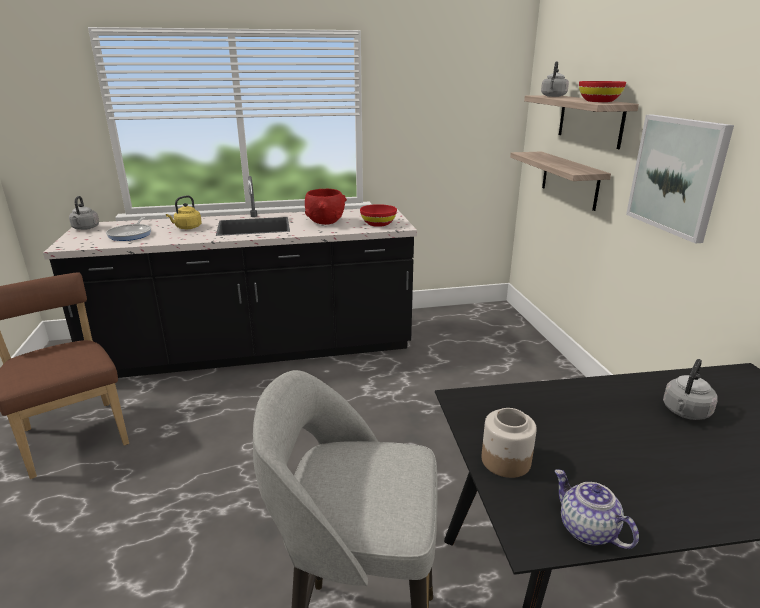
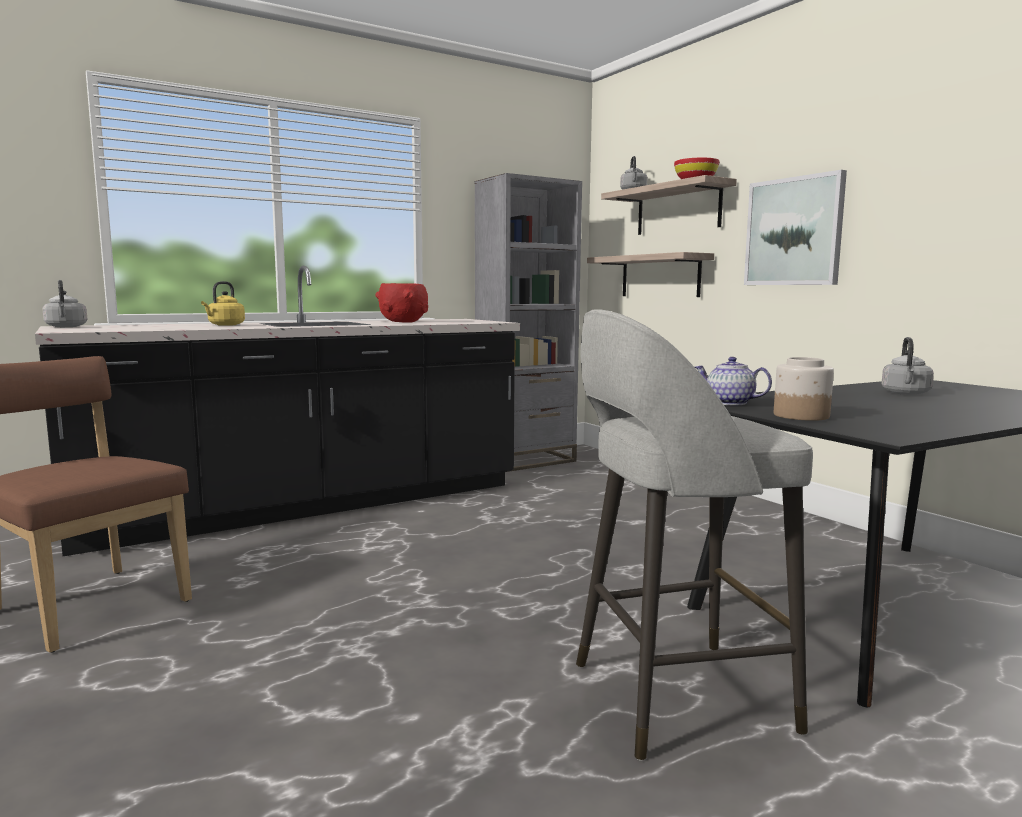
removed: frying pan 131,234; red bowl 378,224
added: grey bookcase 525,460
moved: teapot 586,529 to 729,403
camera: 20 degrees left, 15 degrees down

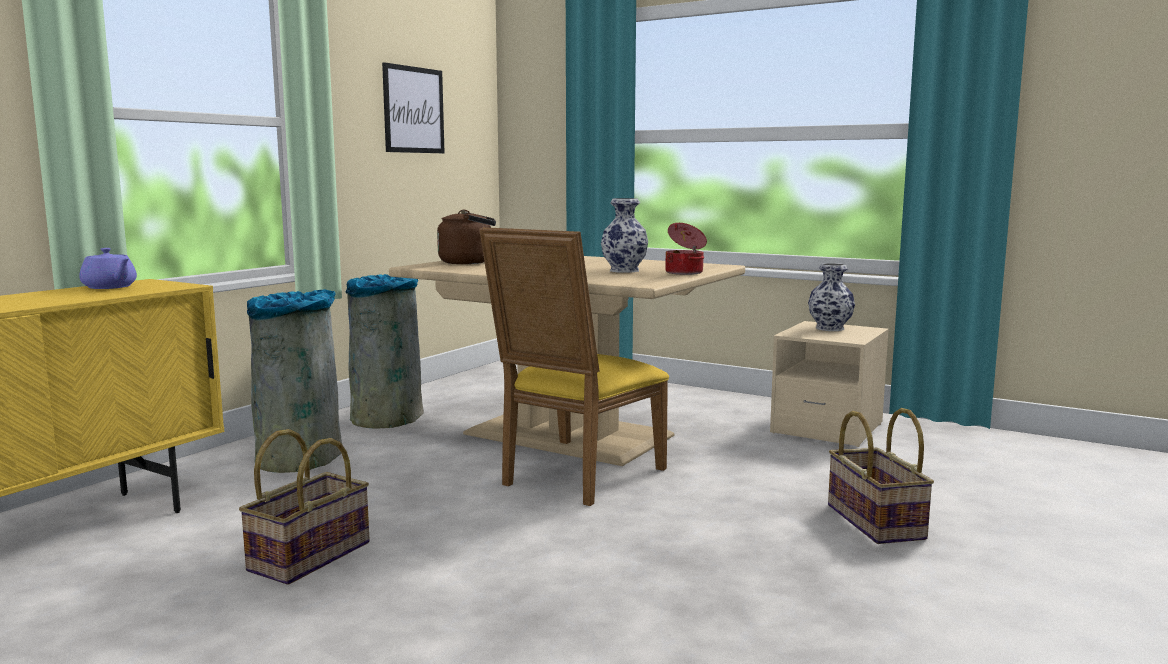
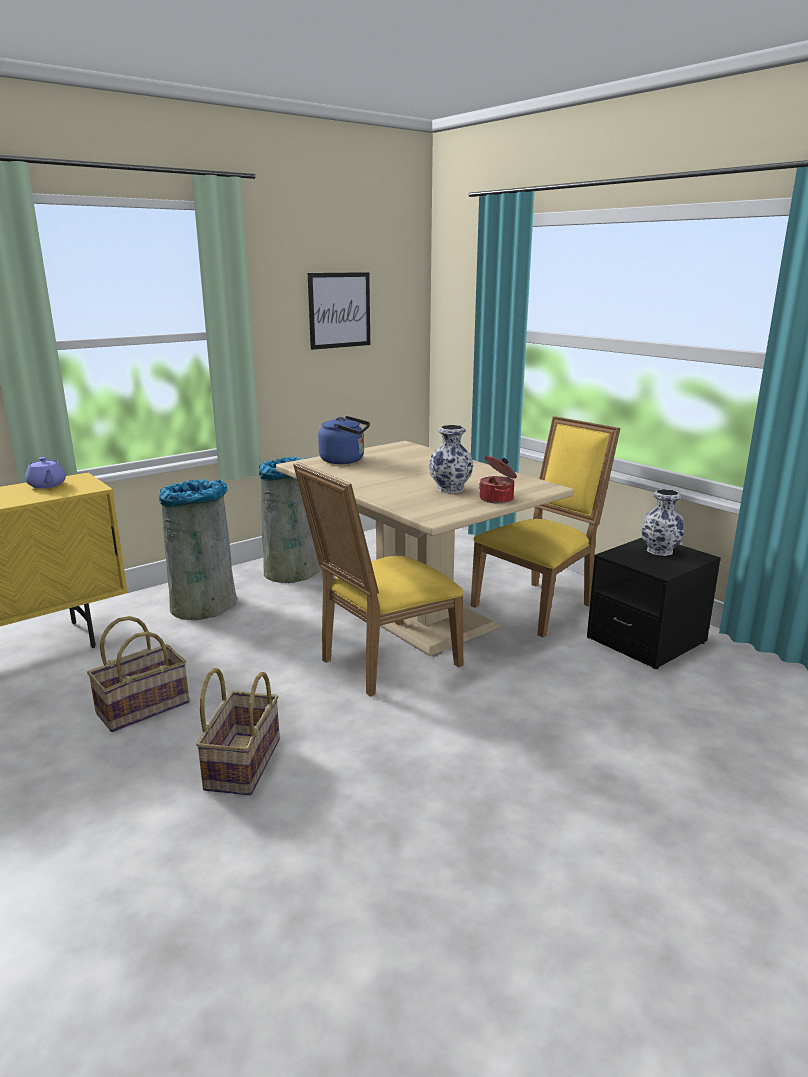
added: yellow chair 539,605
moved: basket 873,522 to 242,763
recoloured: brown kettle 469,262 to blue kettle 345,460; beige nightstand 827,428 to black nightstand 646,640
camera: 20 degrees right, 10 degrees up

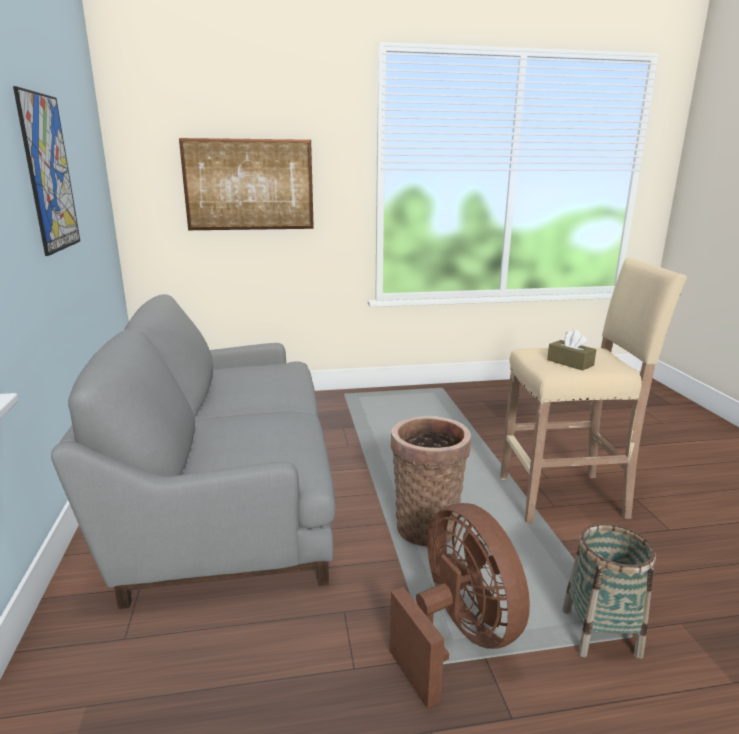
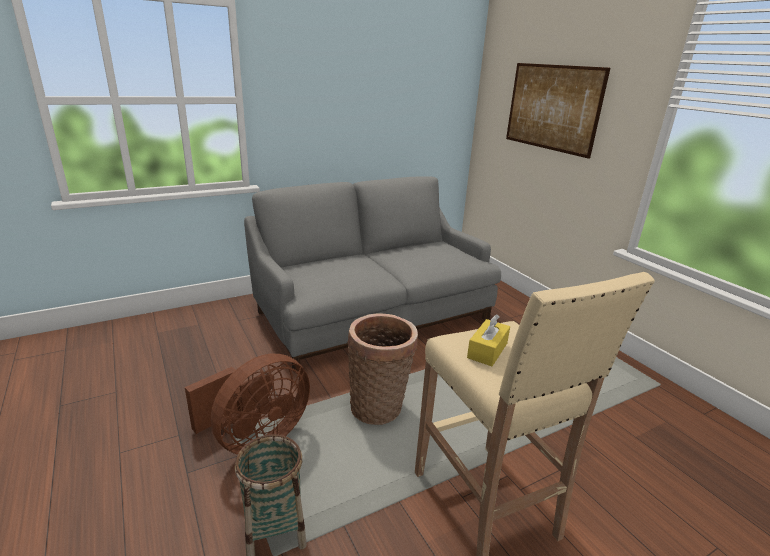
removed: picture 49,173
recoloured: brown tissue box 570,363 to yellow tissue box 487,350
camera: 70 degrees right, 5 degrees up

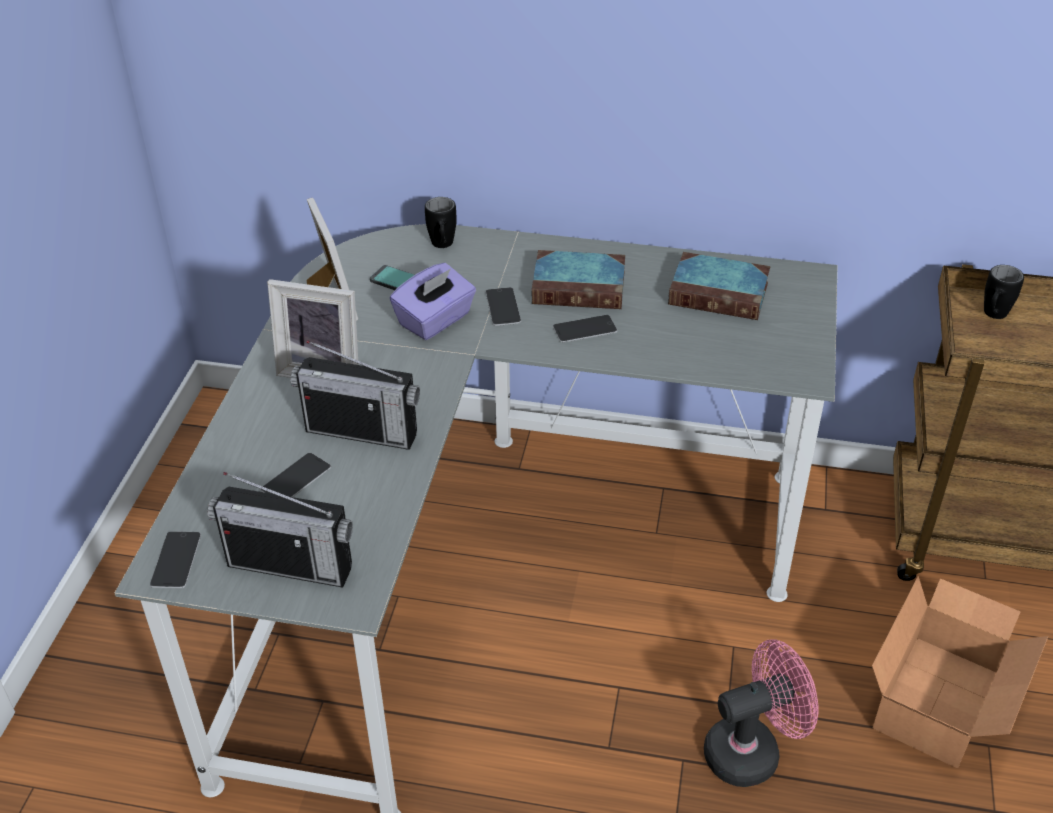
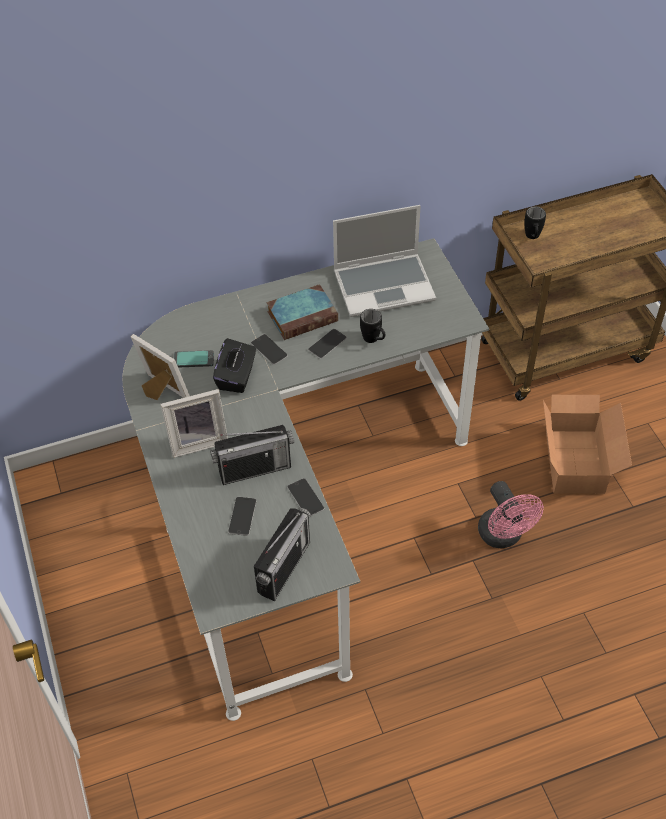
moved: phone 176,560 to 305,498; black mug 442,246 to 374,340
replaced: book 721,293 to laptop 385,285
recoloured: purple tissue box 435,320 to black tissue box 237,376
turned: radio 290,565 = 284,567 45 degrees counterclockwise; pink fan 752,750 = 503,536 120 degrees clockwise
camera: 30 degrees left, 10 degrees up

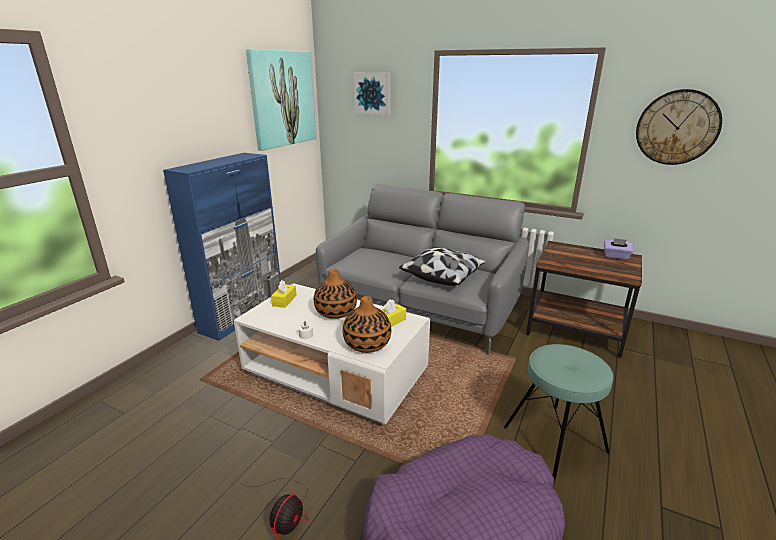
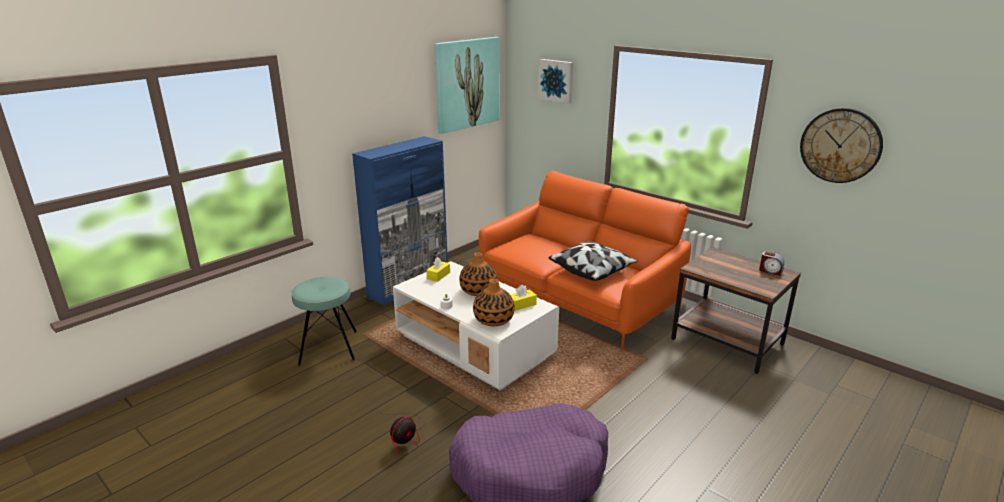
moved: turquoise stool 554,440 to 328,348
replaced: purple tissue box 616,256 to alarm clock 770,271
recoloured: grey sofa 420,306 to orange sofa 578,299
camera: 15 degrees right, 0 degrees up

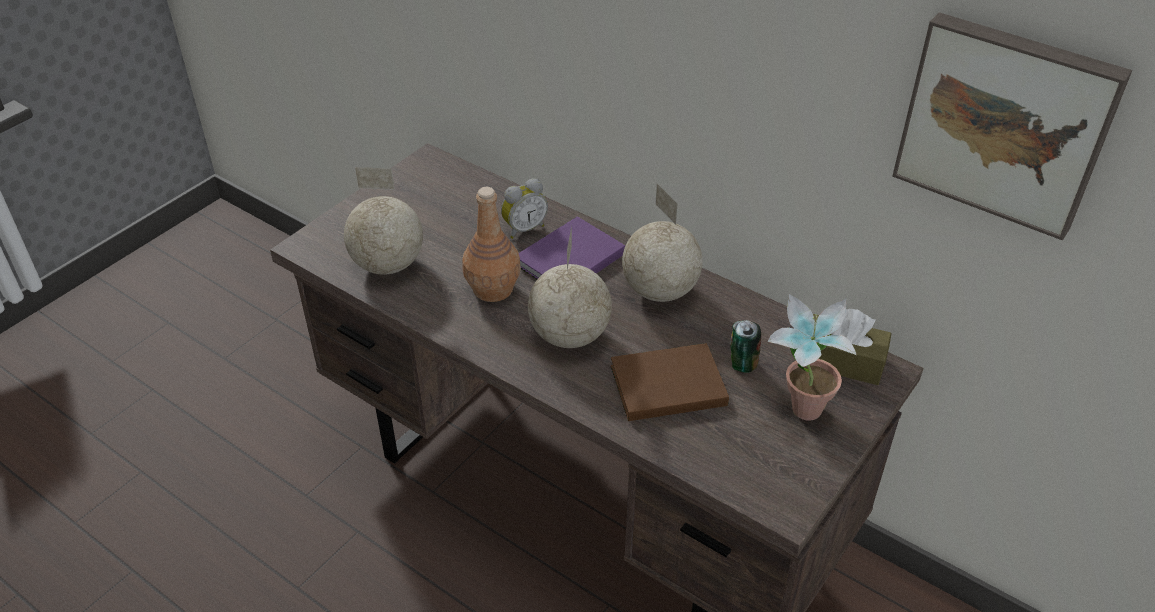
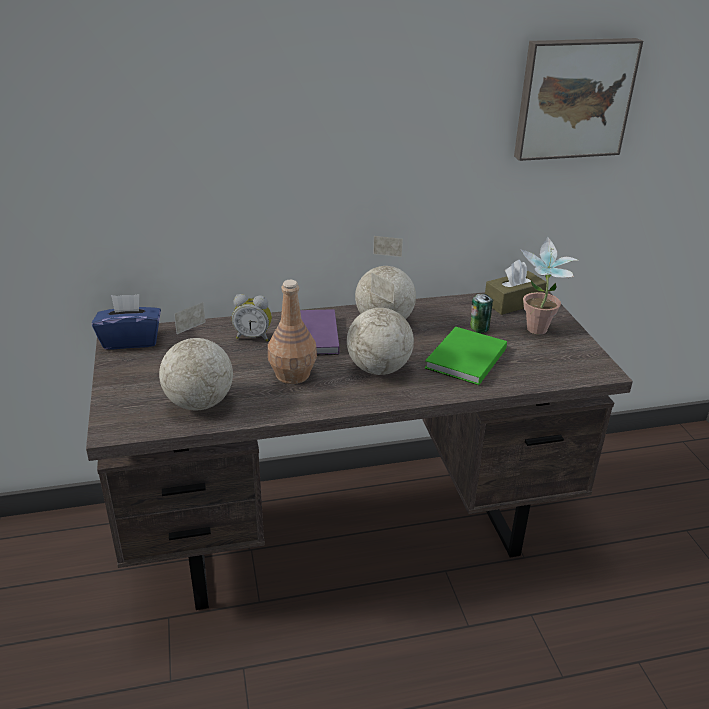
added: blue tissue box 131,340
recoloured: brown book 664,384 to green book 464,359
turned: alarm clock 523,228 = 253,337 90 degrees clockwise
camera: 50 degrees left, 10 degrees down

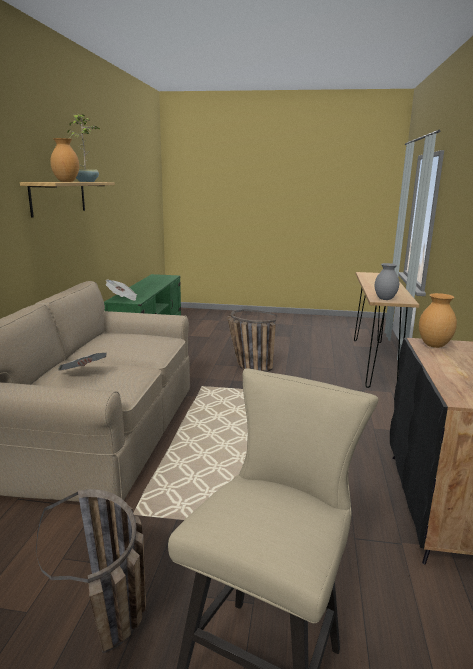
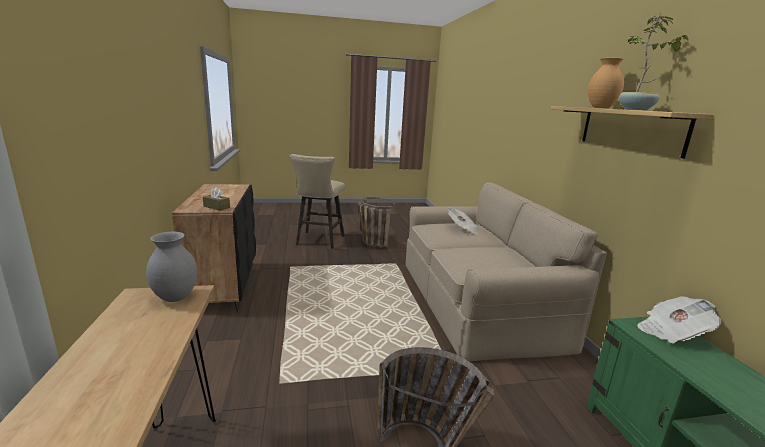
replaced: brown vase 434,345 to brown tissue box 216,207
camera: 160 degrees right, 0 degrees up

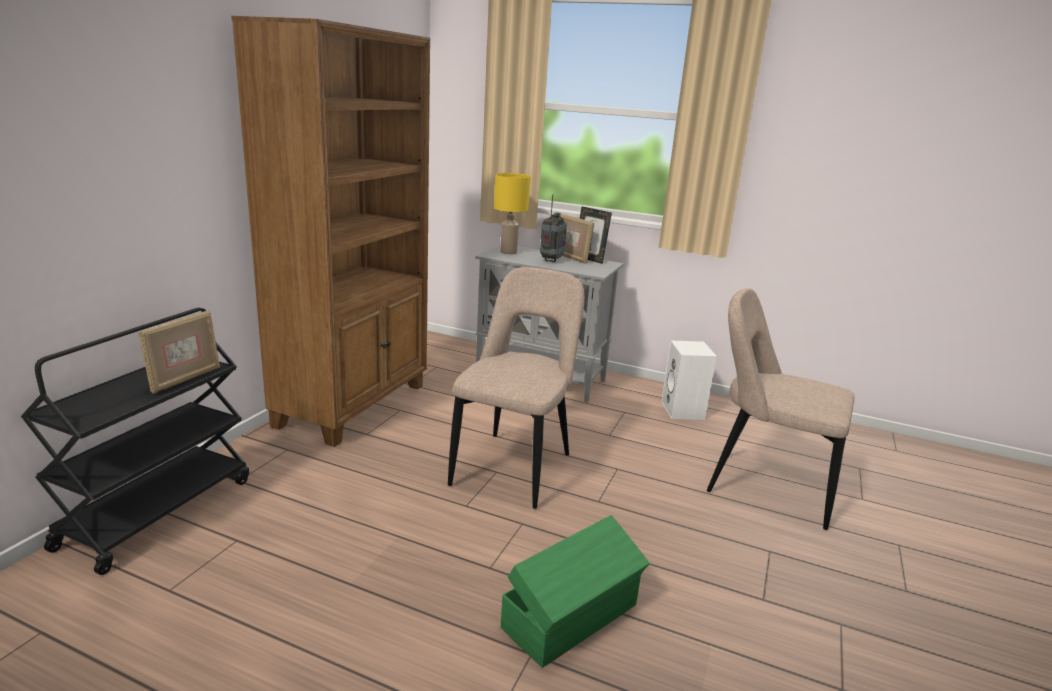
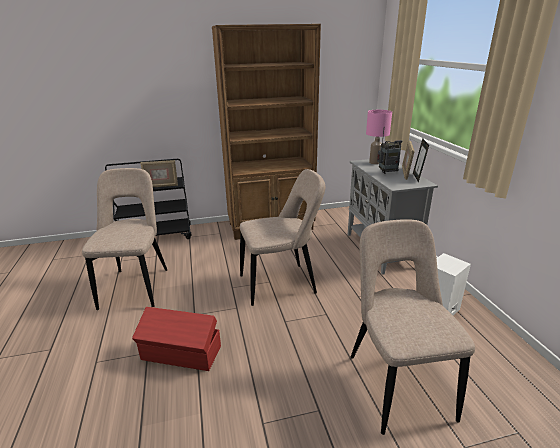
added: beige chair 136,286
recoloured: yellow table lamp 508,252 to pink table lamp 374,162; green storage box 572,617 to red storage box 181,354
camera: 55 degrees right, 5 degrees up

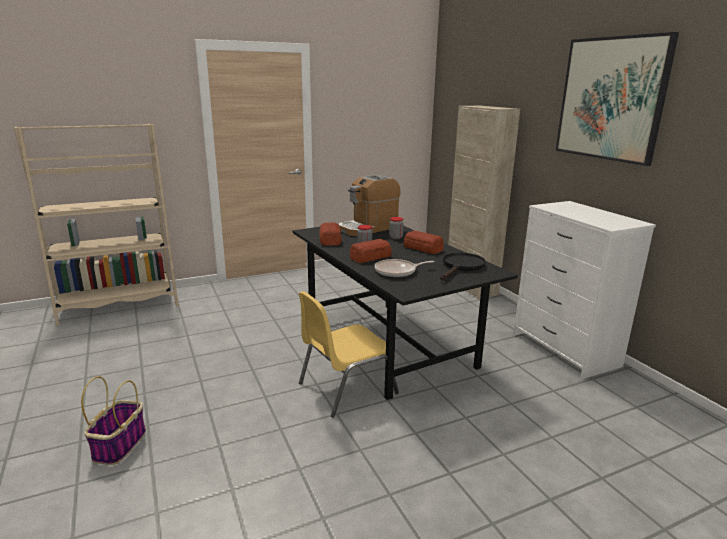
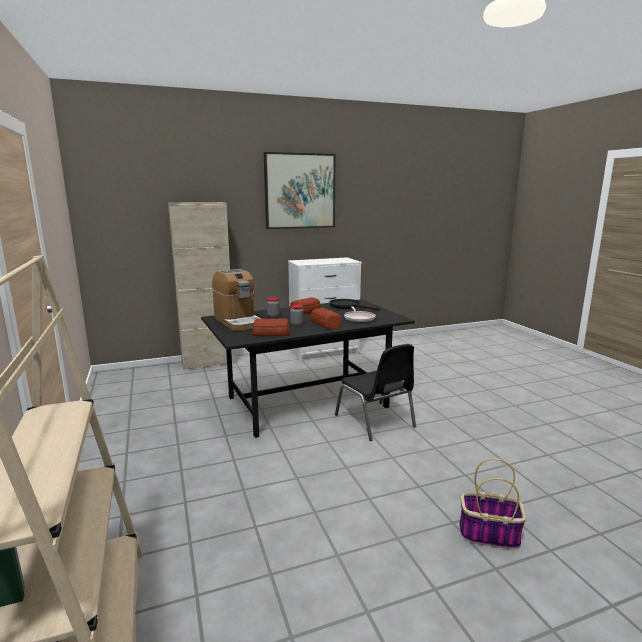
recoloured: yellow chair 345,388 to black chair 375,421
camera: 85 degrees left, 5 degrees down

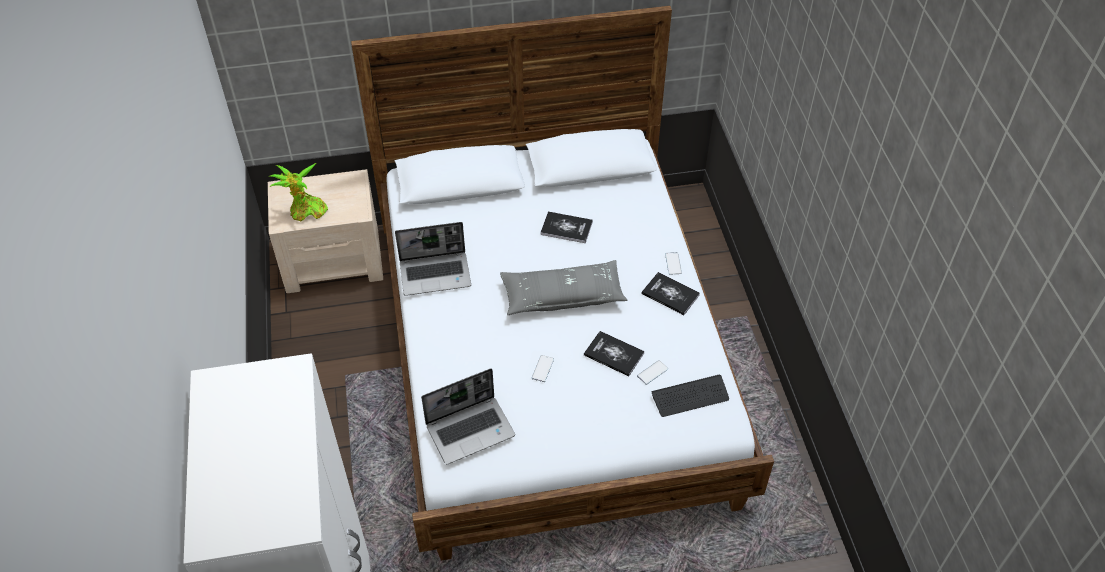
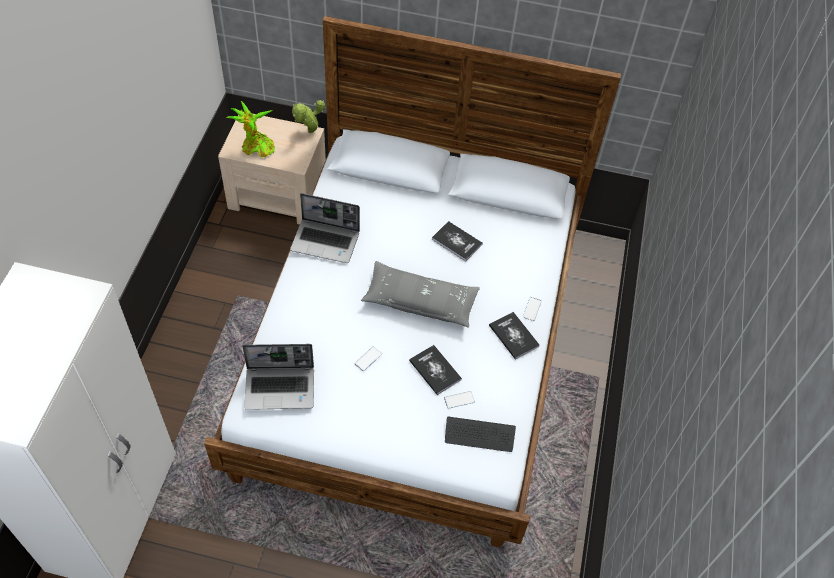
added: potted plant 309,132
camera: 20 degrees right, 5 degrees up

